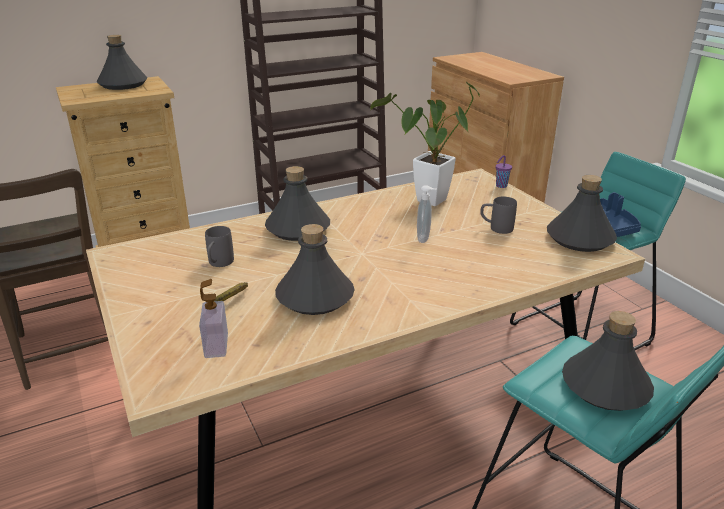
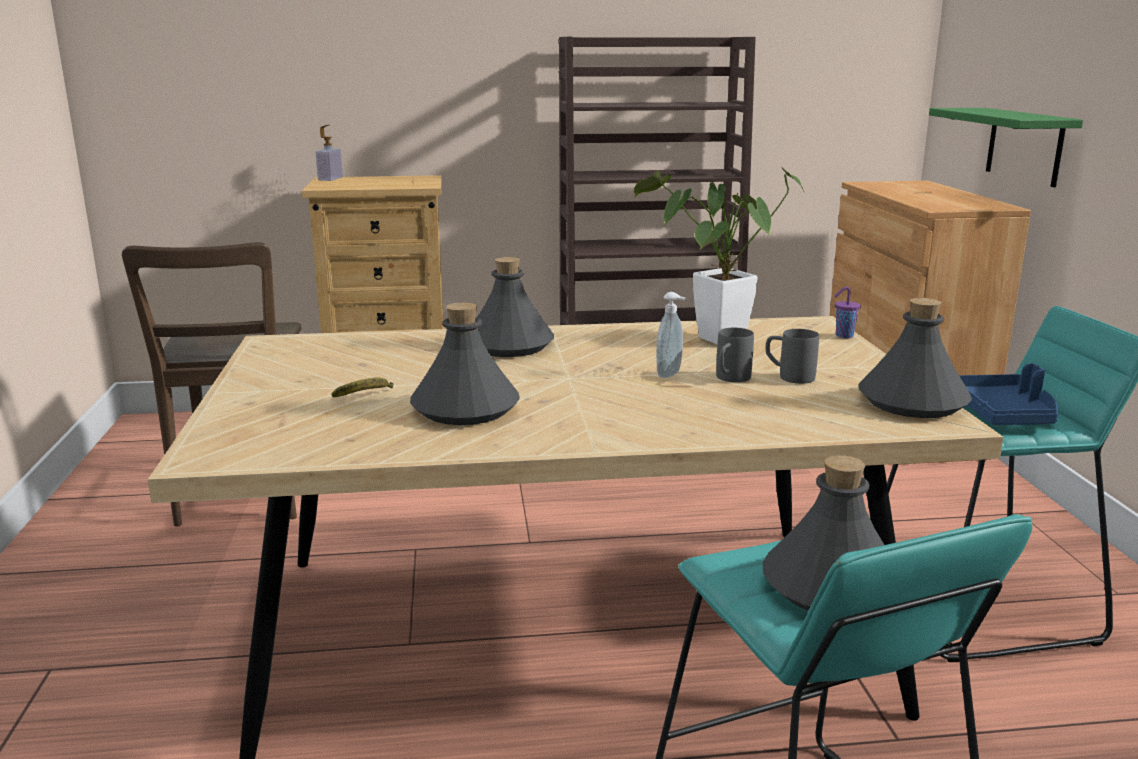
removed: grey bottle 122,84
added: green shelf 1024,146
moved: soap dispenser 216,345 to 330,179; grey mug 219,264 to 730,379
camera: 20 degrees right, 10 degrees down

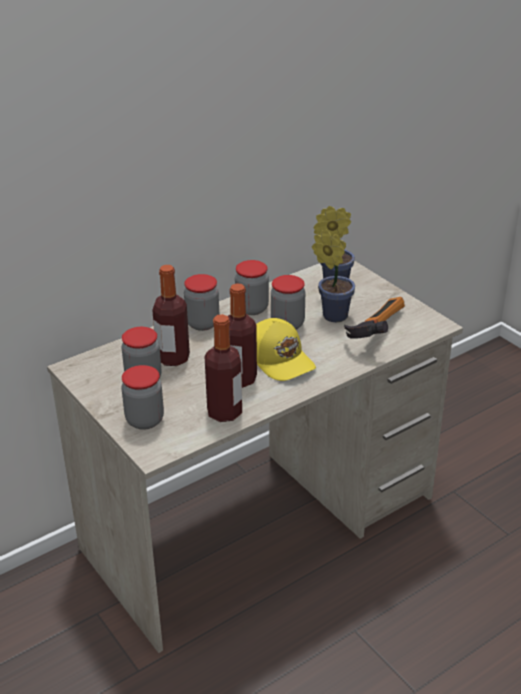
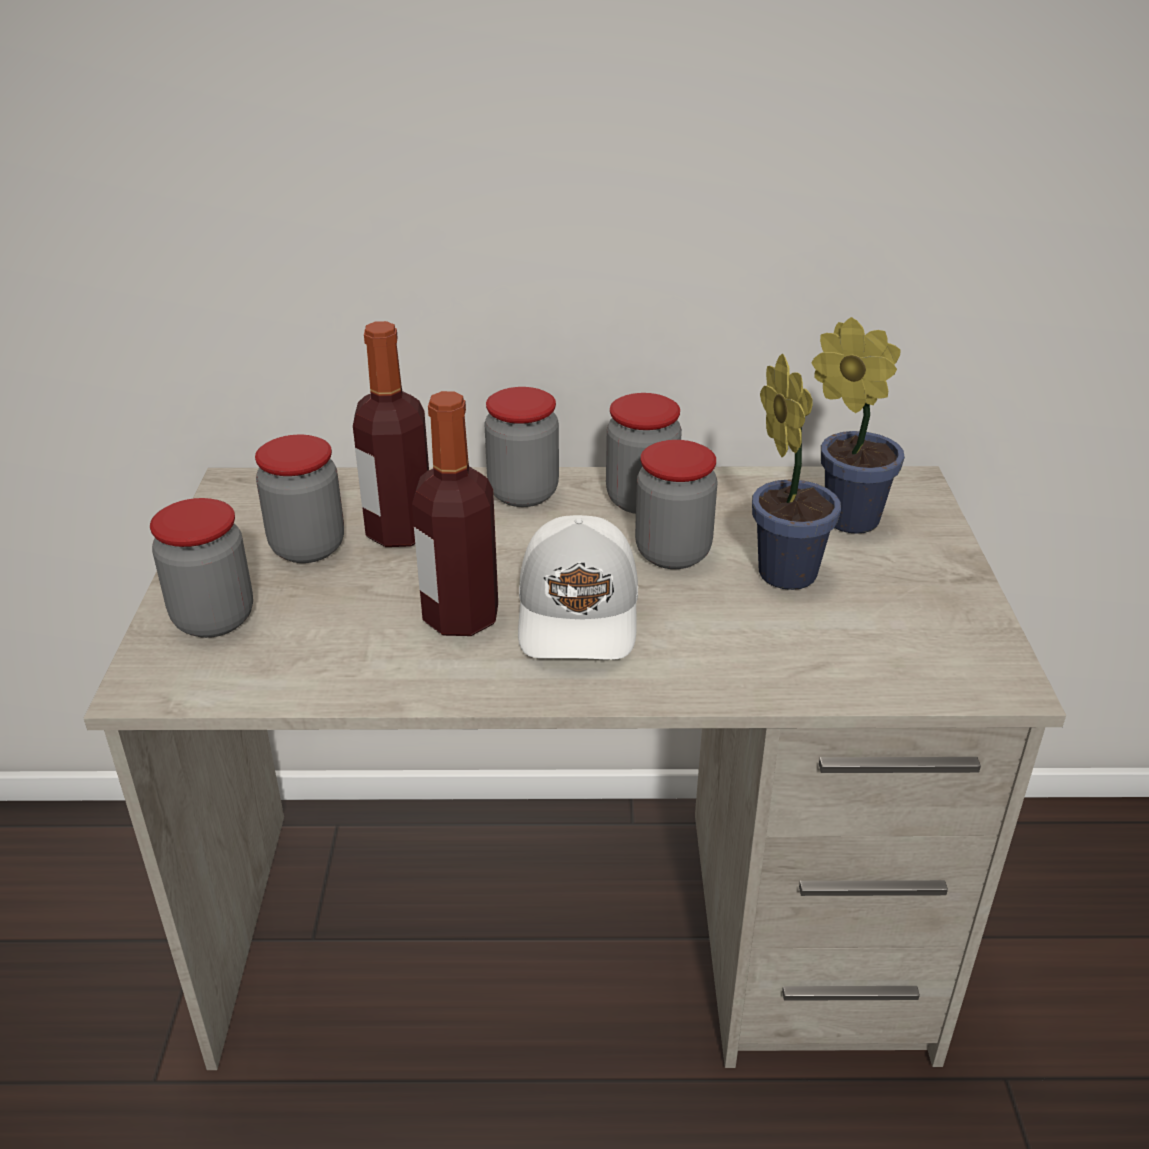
removed: bottle 224,412; hammer 373,331
recoloured: yellow cap 281,359 to white cap 581,613
camera: 35 degrees right, 0 degrees up

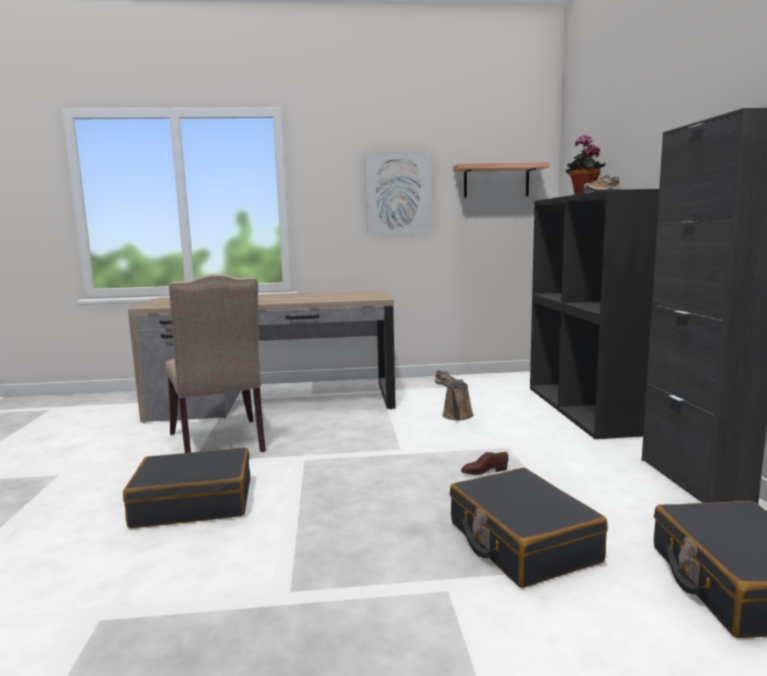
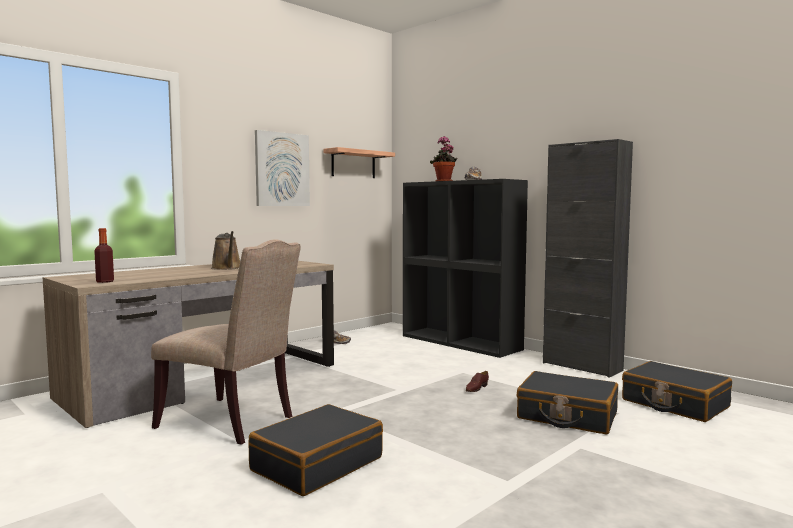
added: bottle 105,281
moved: brown watering can 457,416 to 227,268
camera: 40 degrees left, 5 degrees down

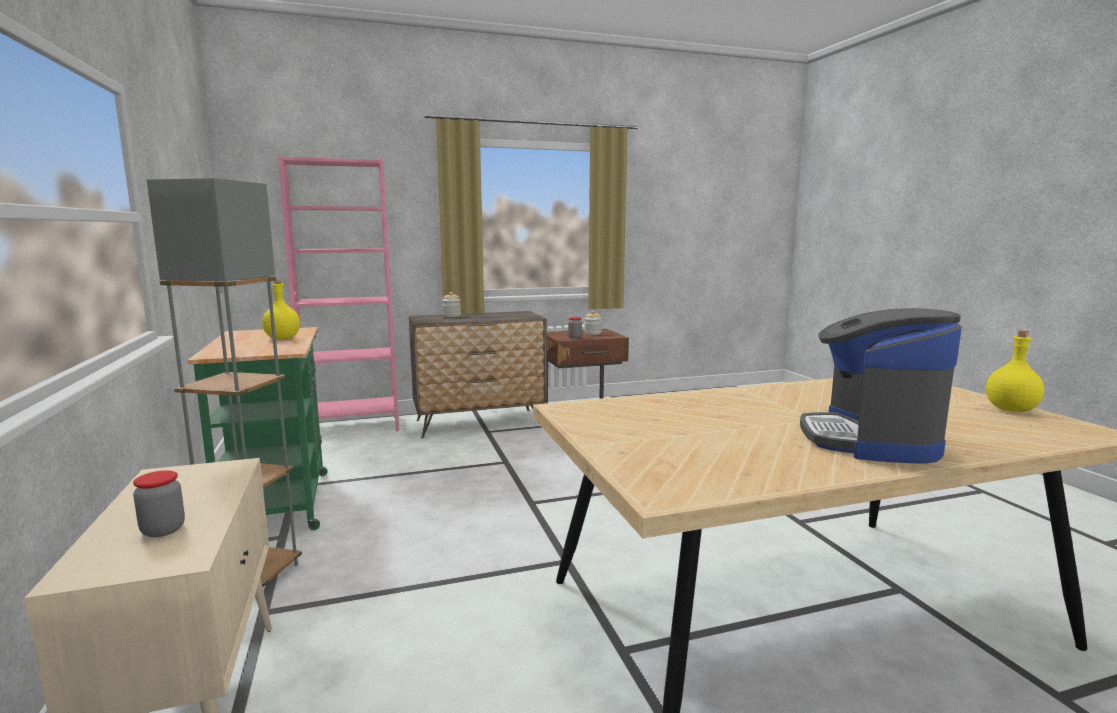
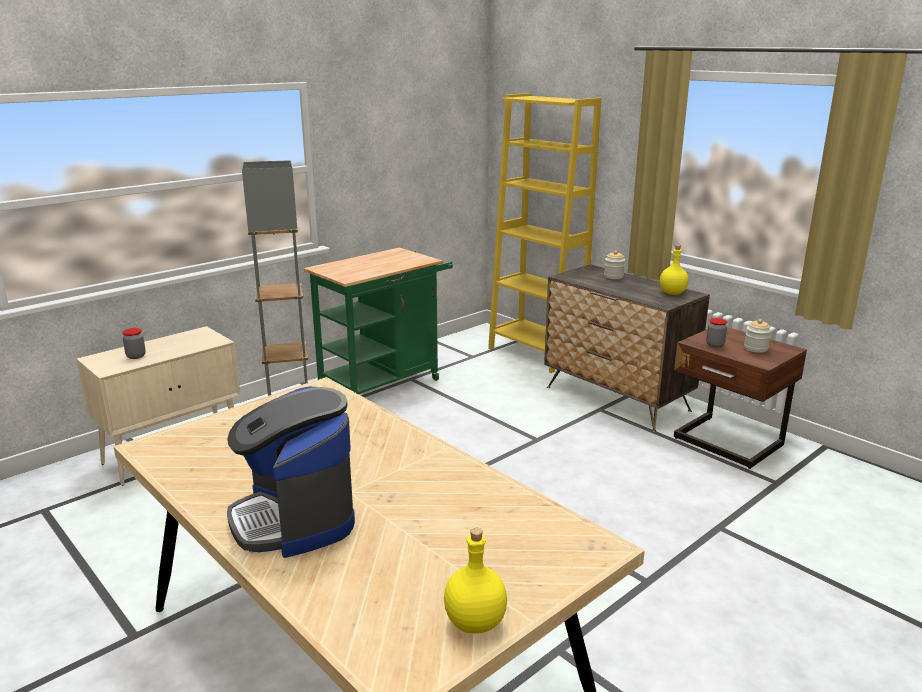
moved: yellow bottle 283,338 to 673,293
recoloured: pink bookcase 351,427 to yellow bookcase 535,354
turned: coffee machine 870,440 = 294,519 105 degrees counterclockwise
camera: 65 degrees right, 10 degrees up

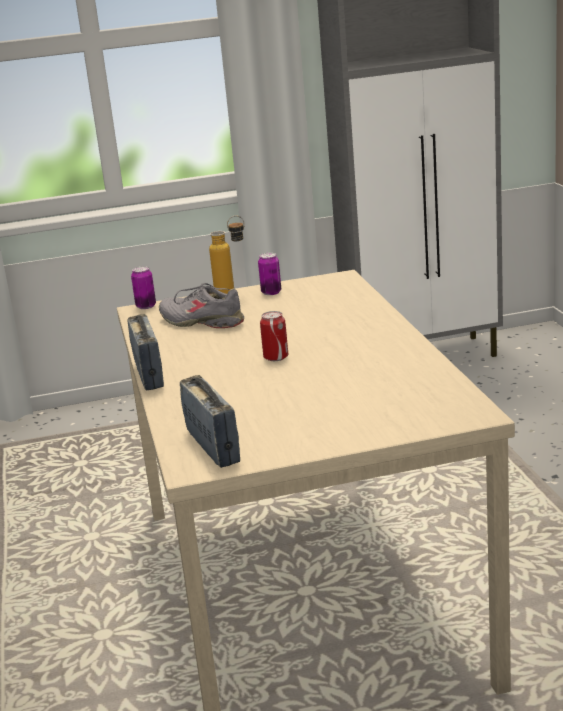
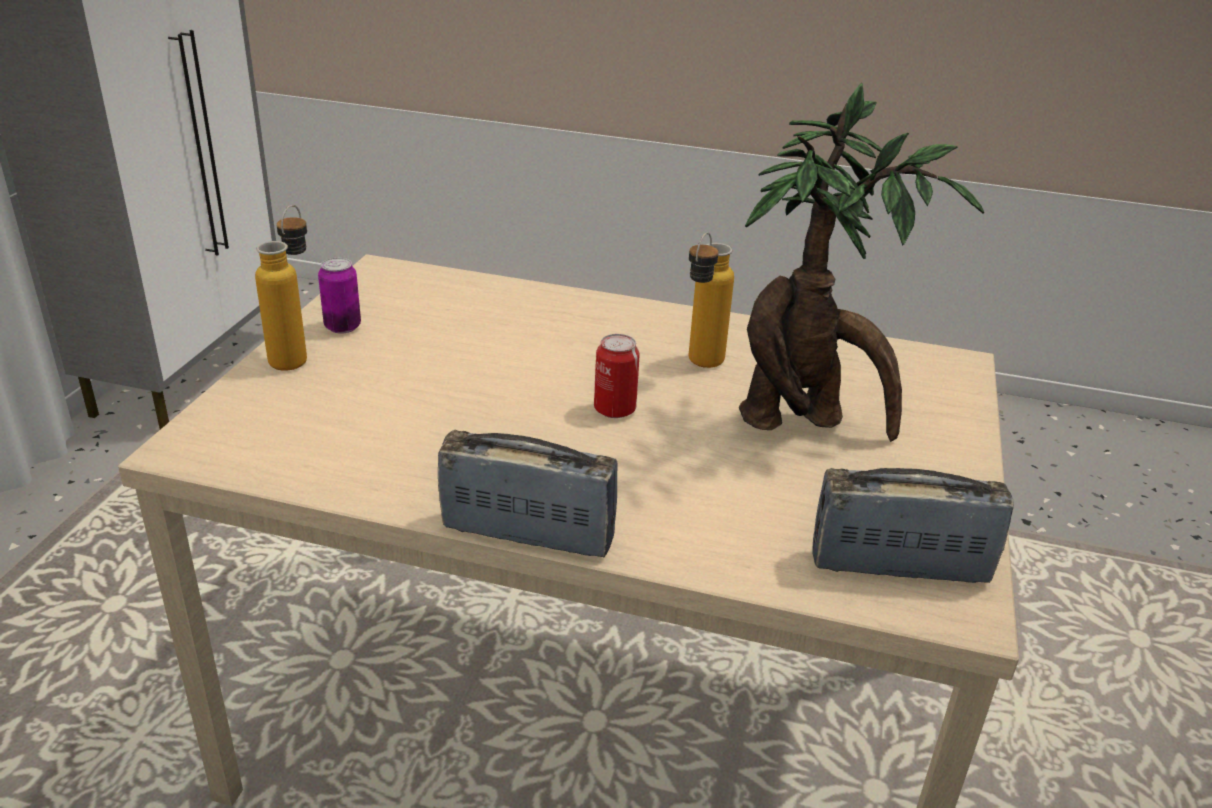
removed: can 146,306; grey shoe 202,322
added: bottle 699,366; potted plant 805,422
camera: 65 degrees left, 10 degrees up

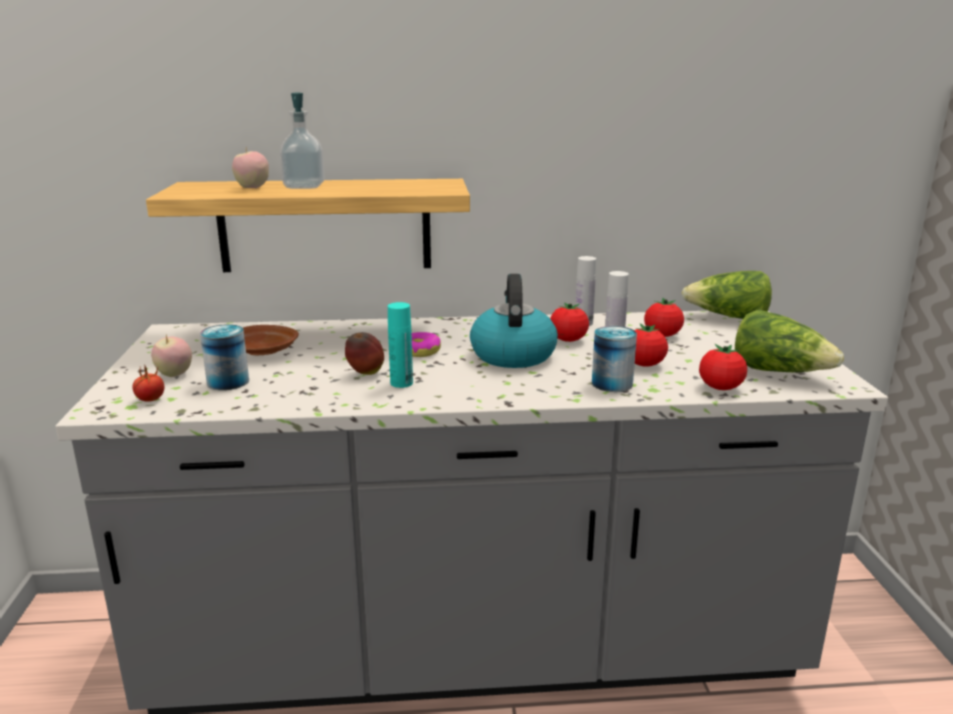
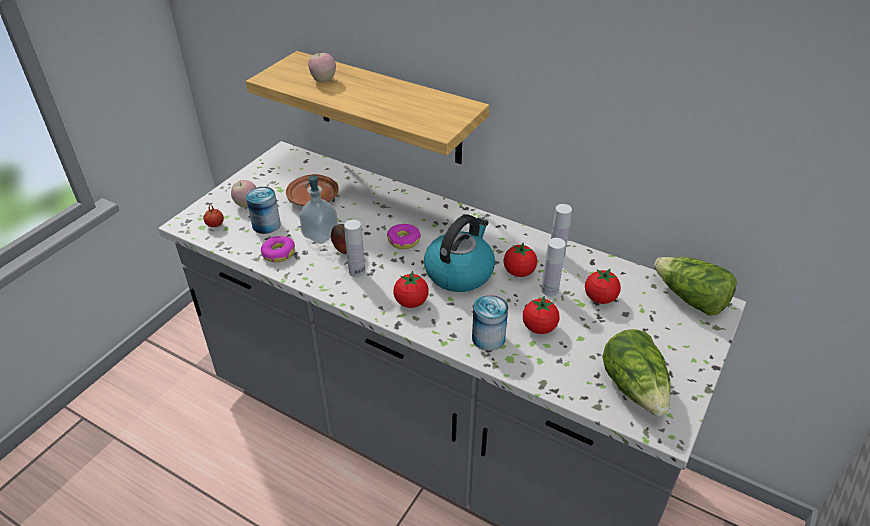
added: donut 278,253
moved: soap dispenser 304,186 to 320,234; tomato 720,388 to 411,302
recoloured: turquoise bottle 401,383 to white bottle 357,271
camera: 35 degrees right, 20 degrees up

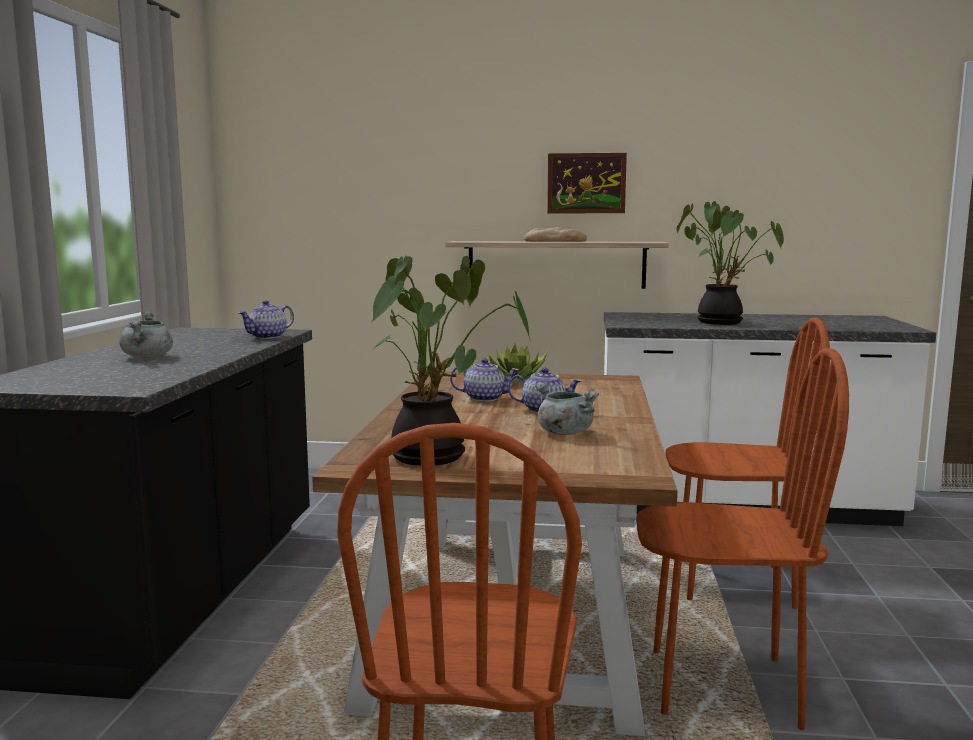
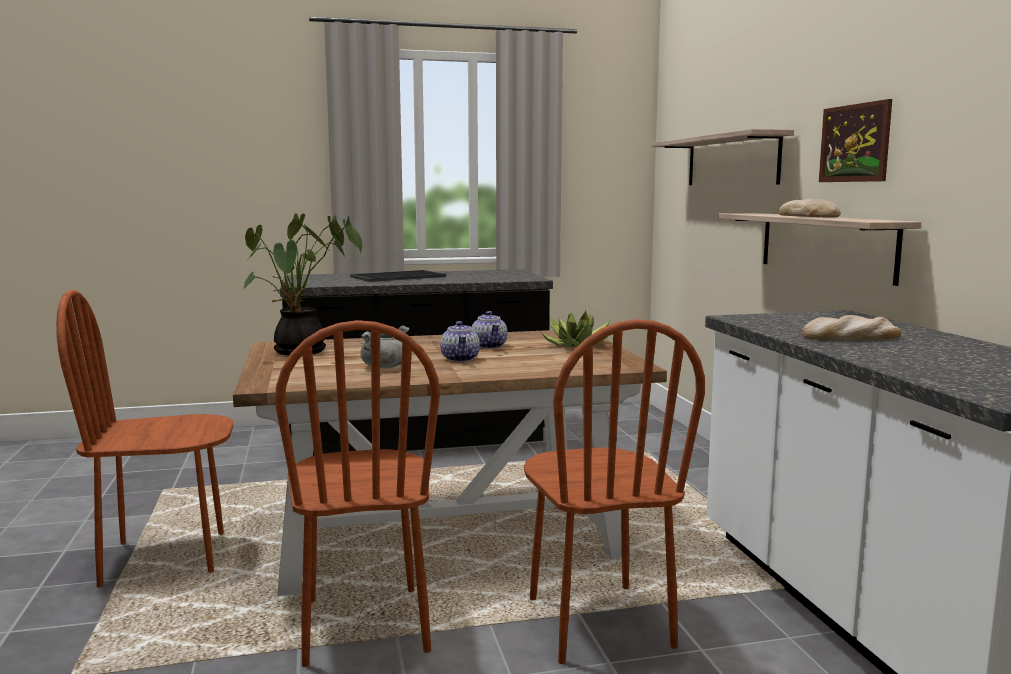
removed: teapot 267,337
added: shelf 731,161
replaced: grey cooking pot 148,357 to tray 398,277; potted plant 723,322 to bread 850,337
camera: 70 degrees right, 0 degrees up

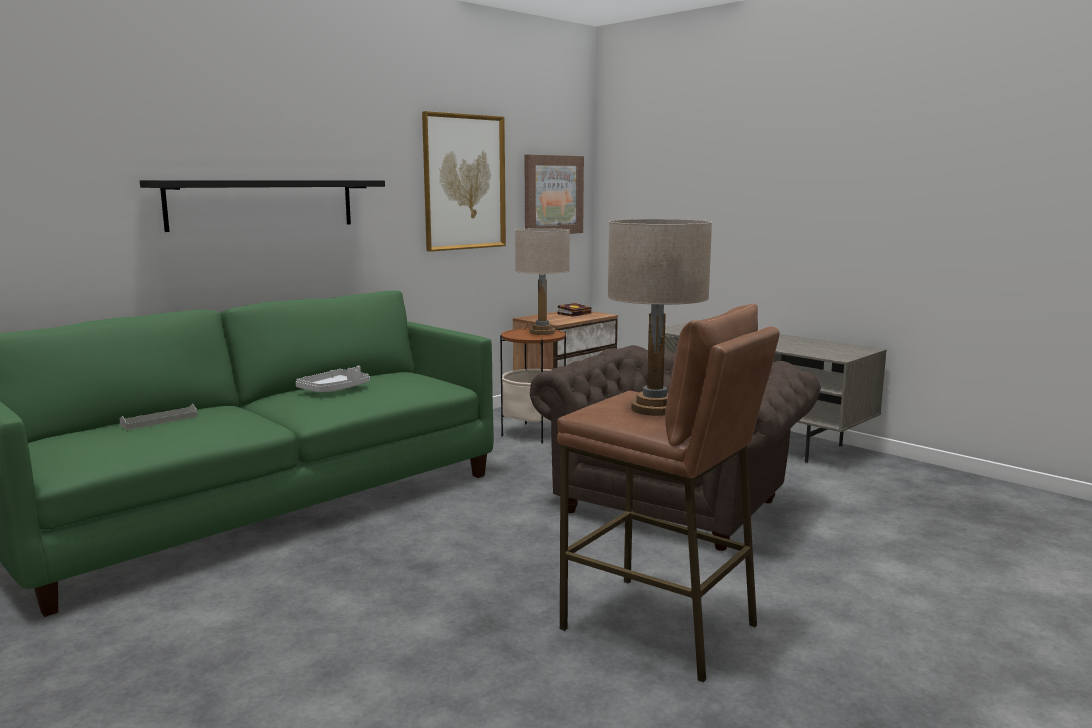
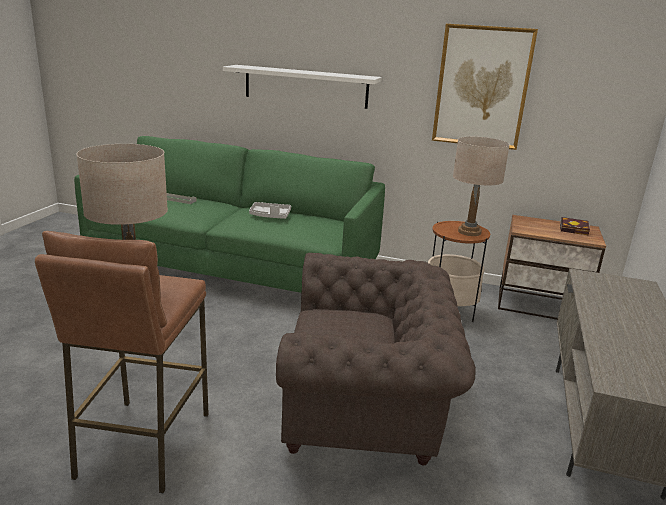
removed: picture 552,195
recoloured: black shelf 263,204 to white shelf 305,86
camera: 60 degrees right, 10 degrees up

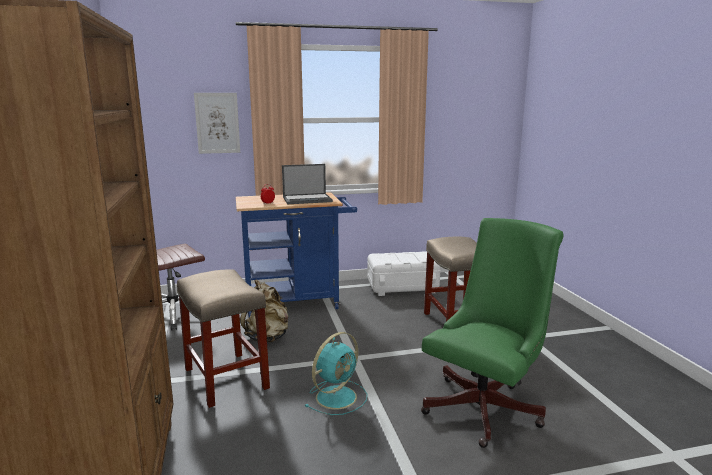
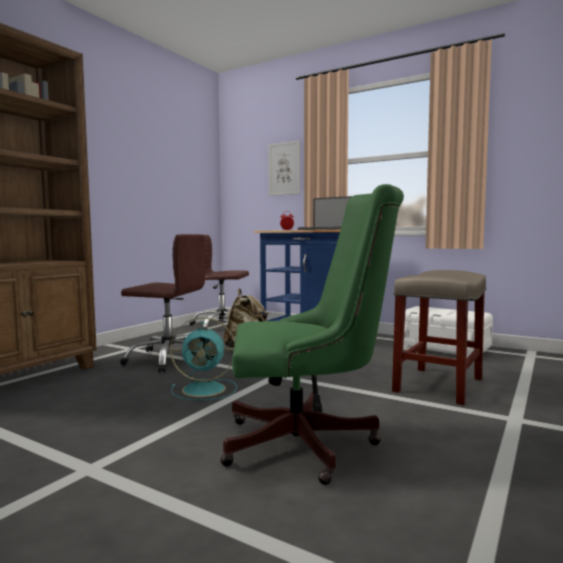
replaced: beige stool 227,379 to brown office chair 169,359
camera: 45 degrees right, 10 degrees down

